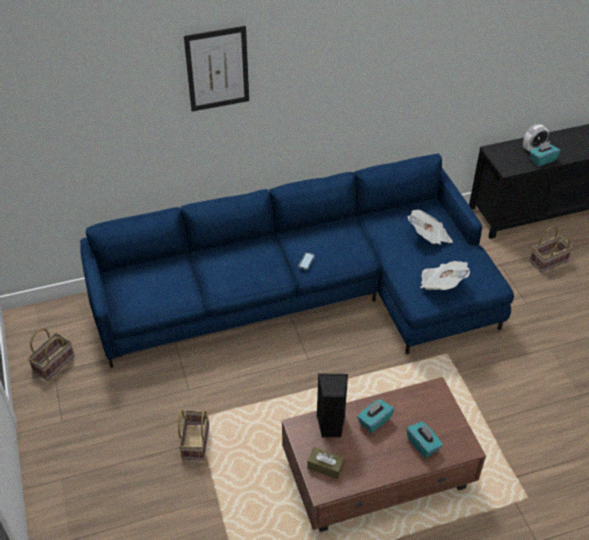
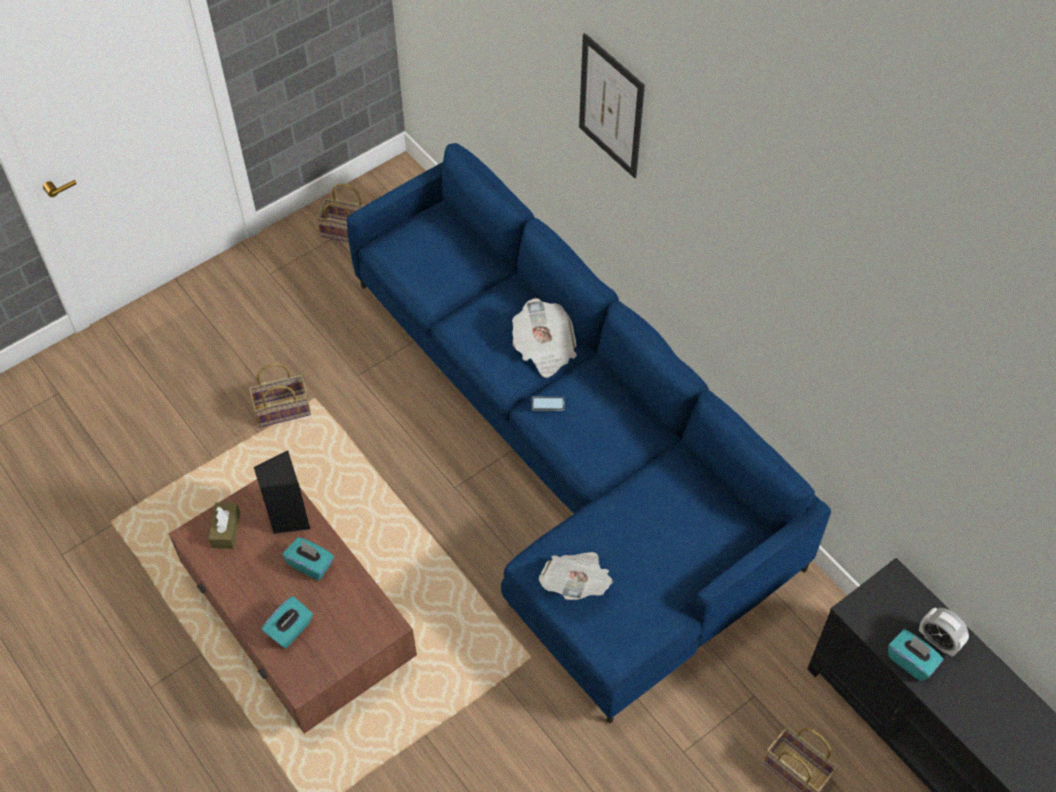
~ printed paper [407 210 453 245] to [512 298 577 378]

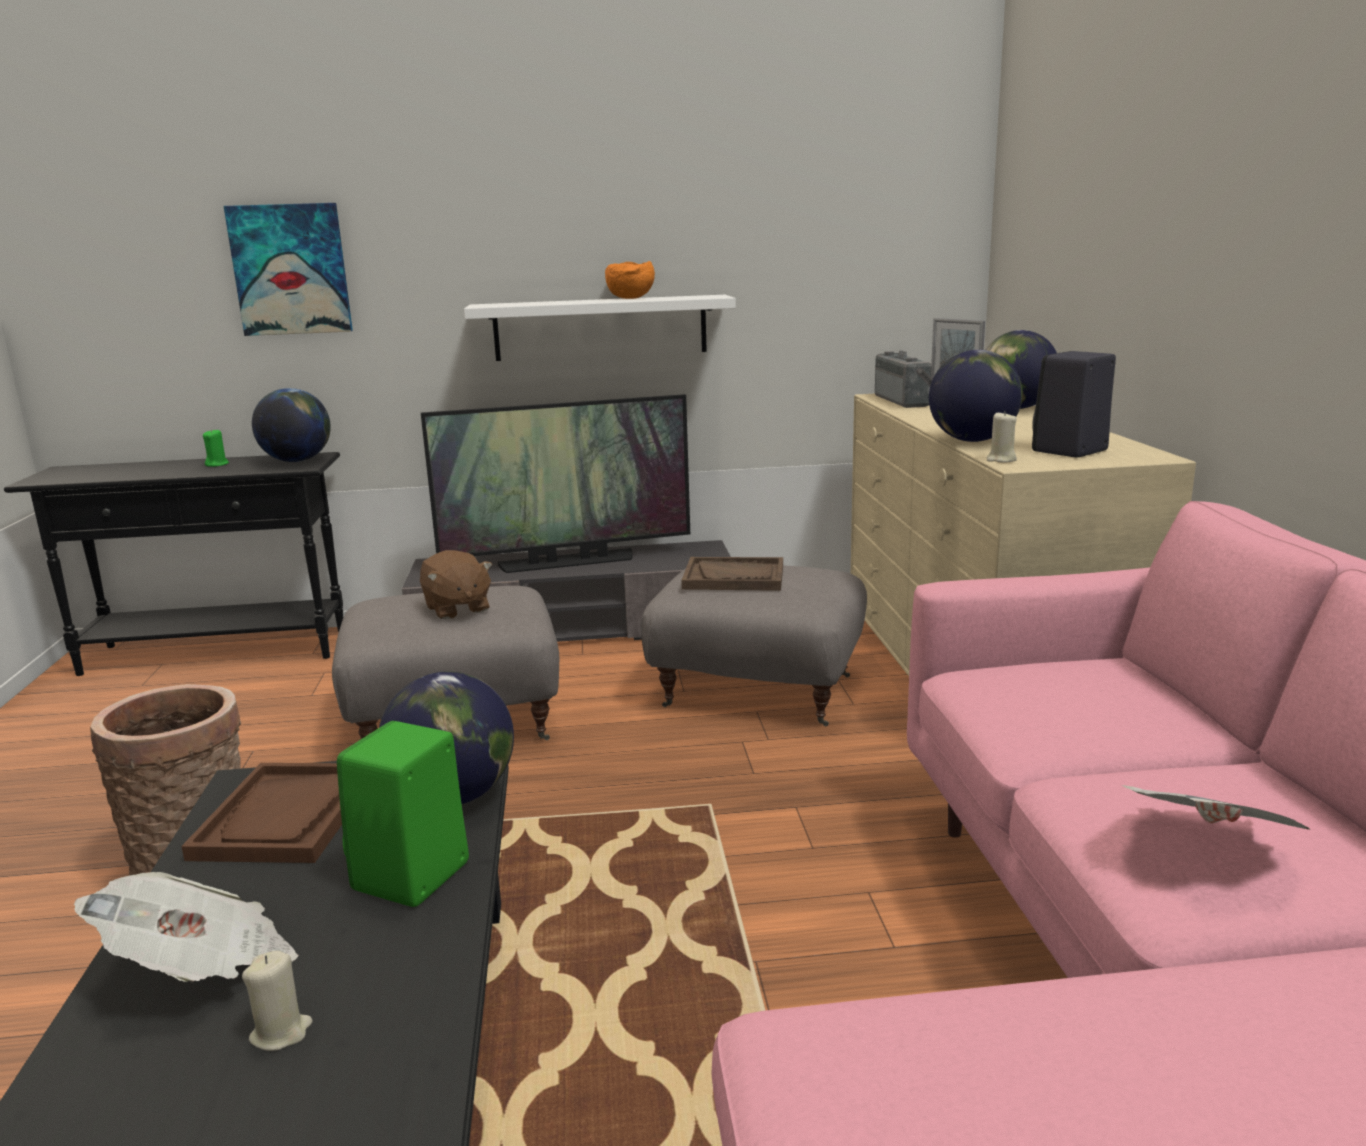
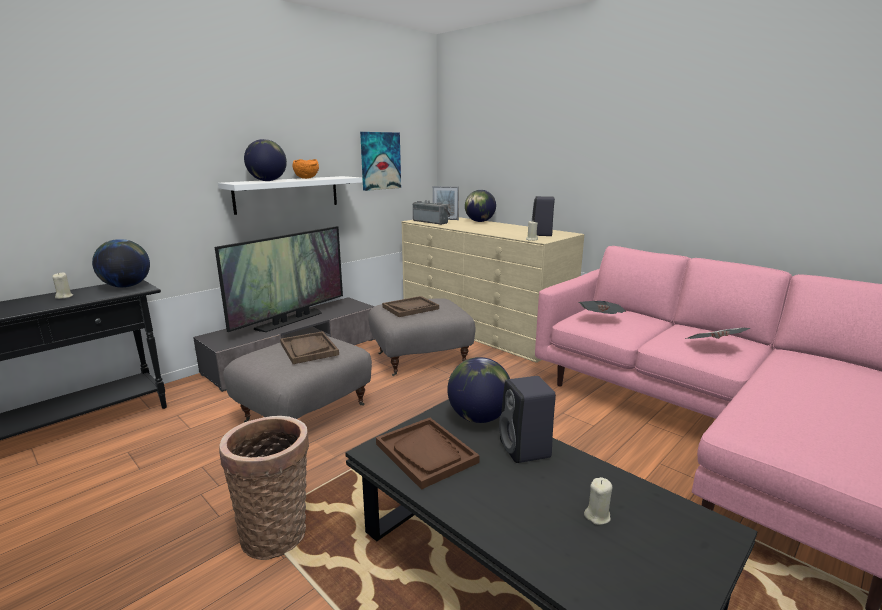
~ wall picture [224 203 353 336] to [360 132 401 191]
~ world globe [929 350 1023 442] to [244 139 287 181]
~ green candle [203 429 229 467] to beige-coloured candle [52 272 73 299]
~ brownish plush toy [420 550 493 620] to brownish tray [280 331 339 364]
~ green speaker [337 721 469 907] to blackish speaker [499 376 556 463]
~ printed paper [74 872 299 983] to [579 301 626 314]

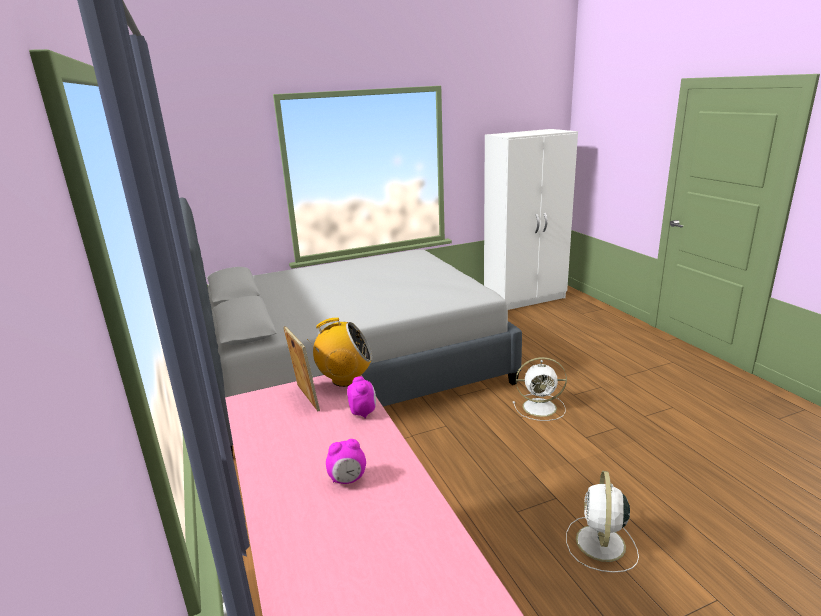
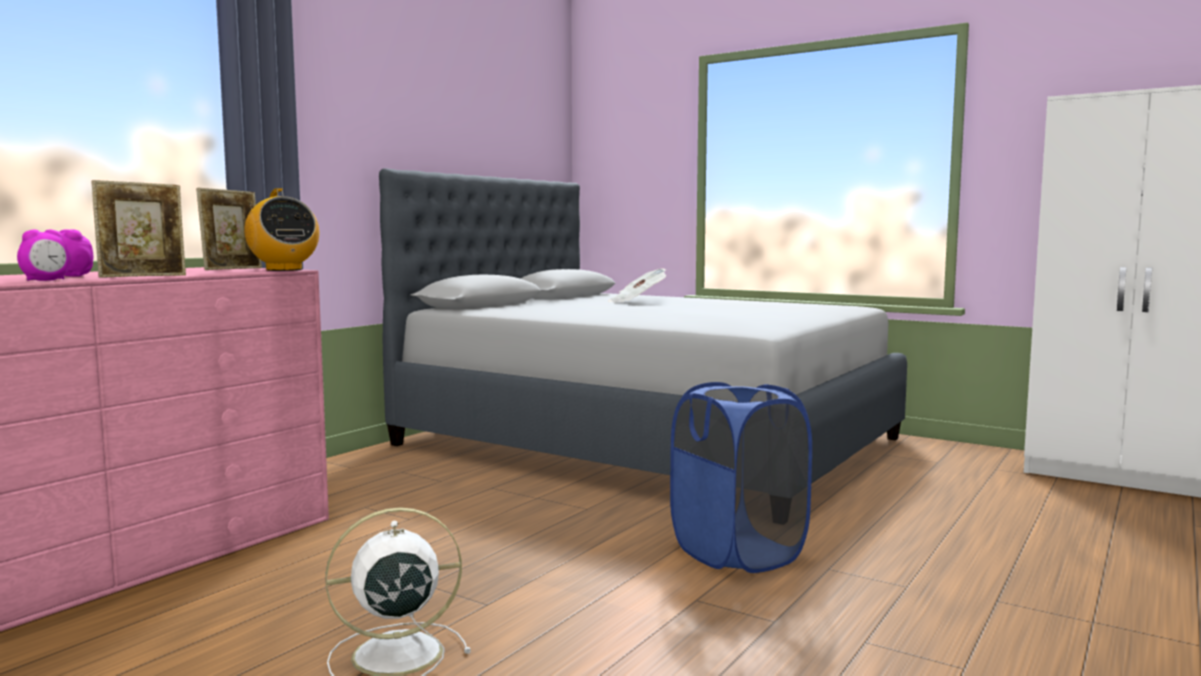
~ white-coloured electric fan [513 357 567 421] to bluish washing basket [670 382 812 573]
~ table clock [347 376 376 419] to [17 229 71 281]
+ photo frame [92 180 186 278]
+ printed paper [608 268 666 303]

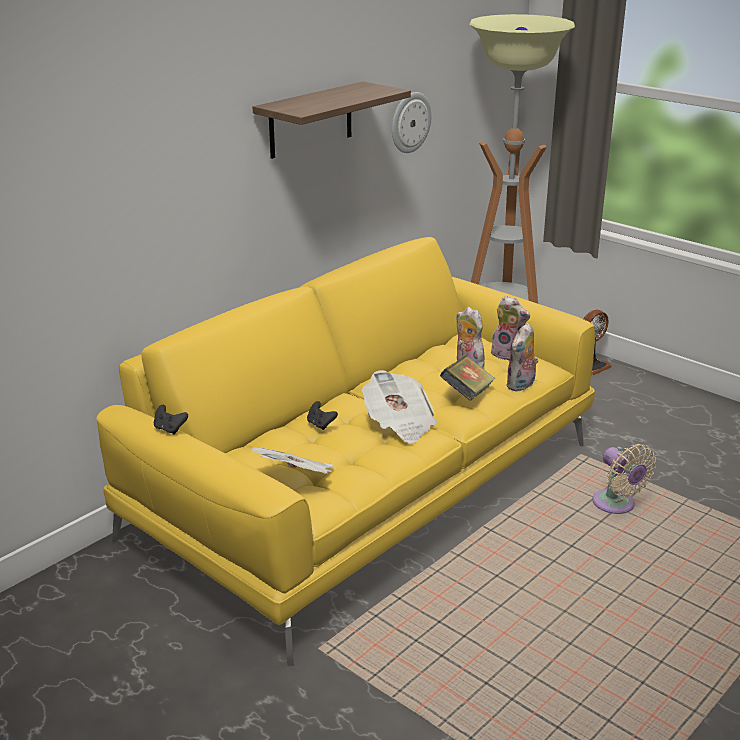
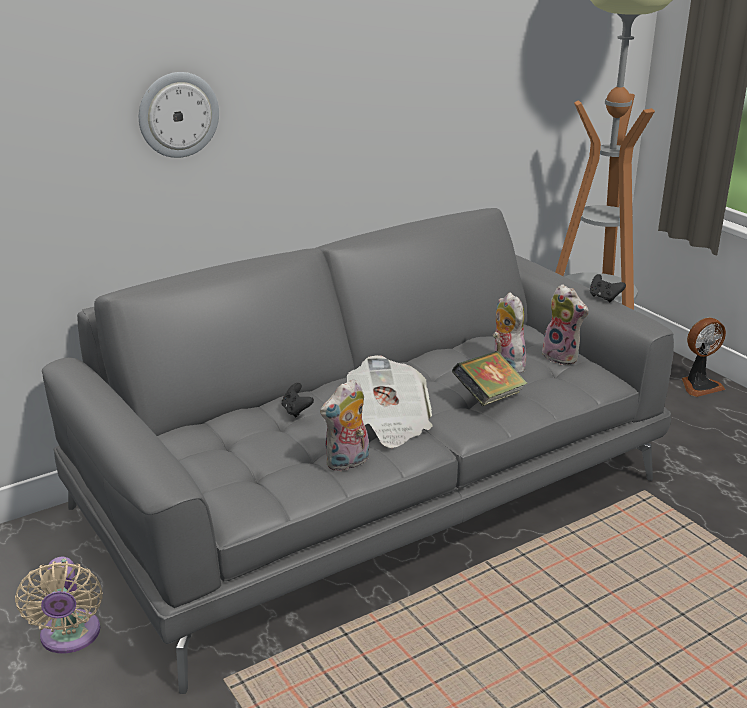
- wall shelf [253 81 411 159]
~ clock on the wall [392 92 432 153] to [139 72 219 158]
~ yellow-coloured sofa [96 237 595 666] to gray sofa [42 208 674 694]
~ plush toy [506 323 538 392] to [320 379 369 471]
~ blackish game controller [154 405 188 435] to [590 274 626 303]
~ beige-coloured electric fan [592 444 656 514] to [15 557 103 654]
- printed paper [251 447 334 474]

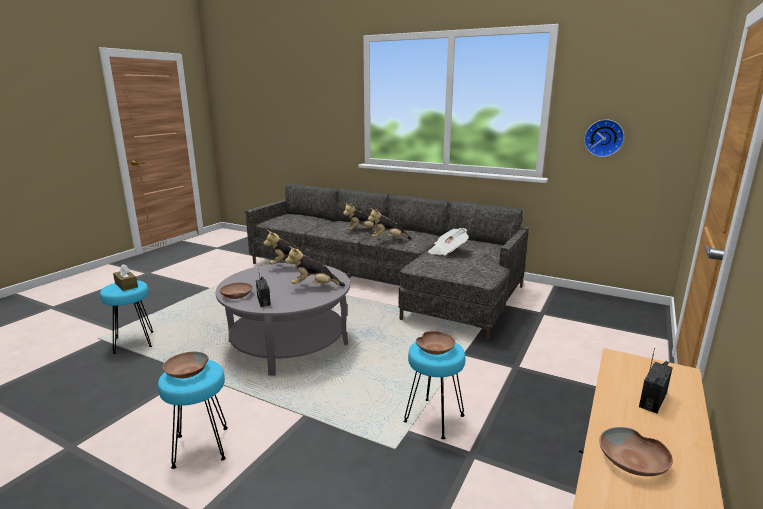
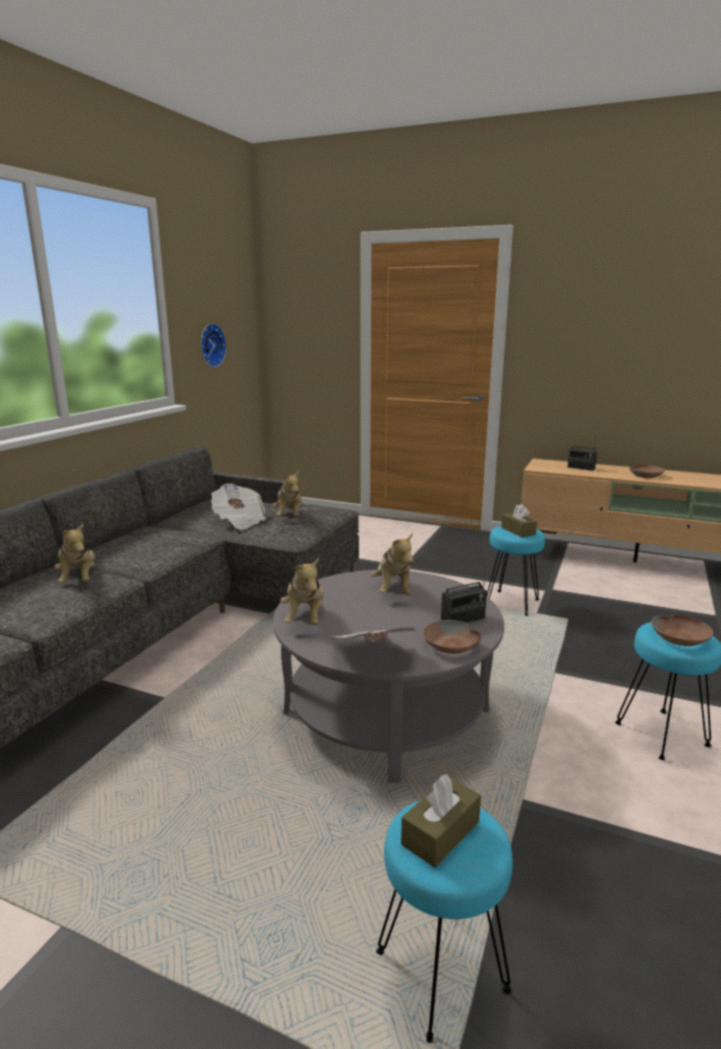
~ plush toy [368 208 411 239] to [273 471 302 517]
~ brownish bowl [416 331 456 355] to brownish box of tissues [501 504 537 538]
+ printed paper [331 628 415 643]

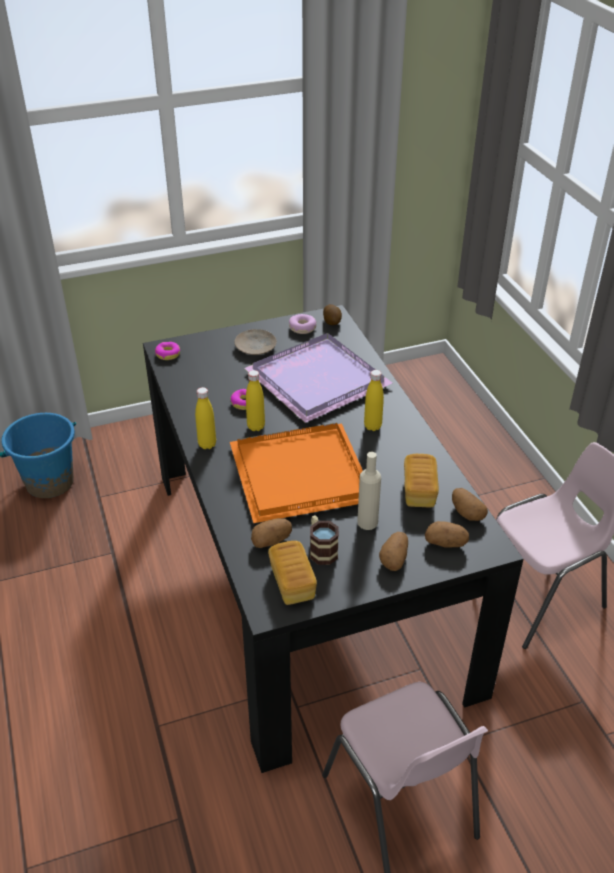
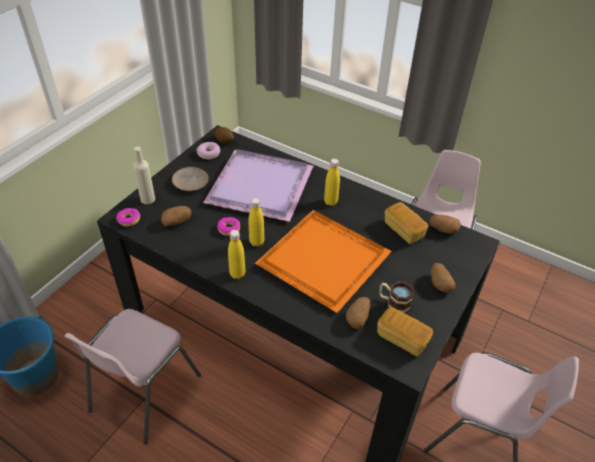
~ beige-coloured beverage bottle [357 452 381 530] to [133 147 155 204]
~ potato [425 521 469 548] to [161 206 191 226]
+ pink-coloured chair [64 309 201 445]

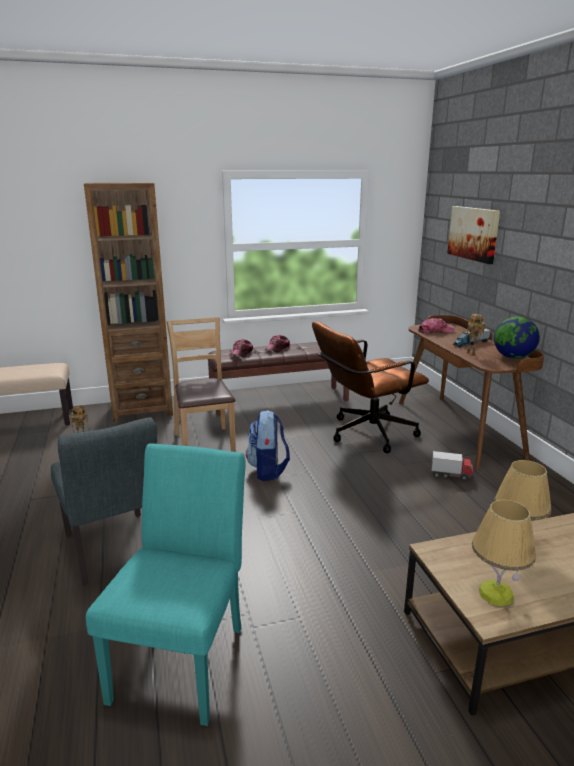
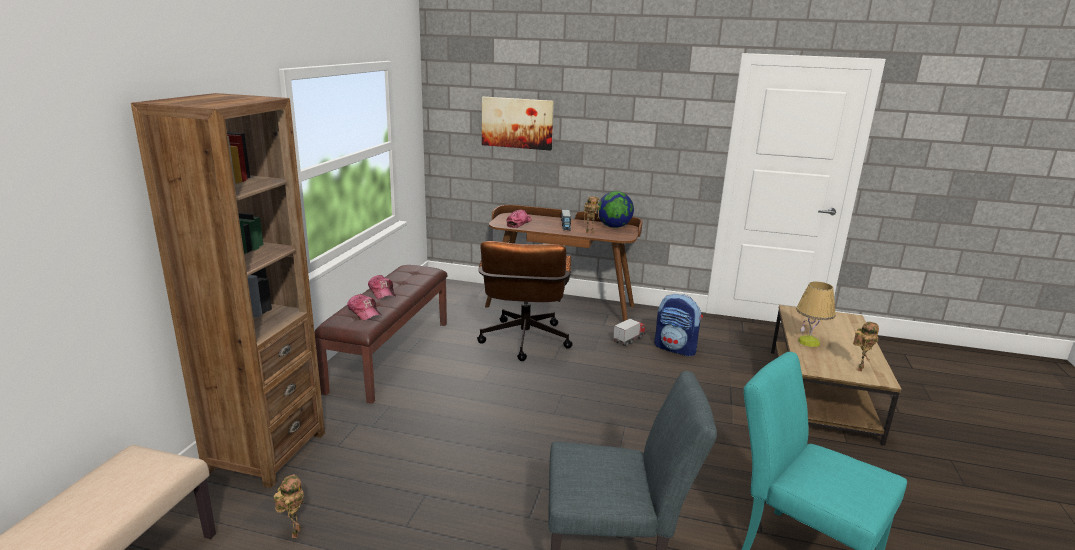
- brownish chair [167 317 236 452]
~ backpack [246 410 290 481] to [654 294 703 357]
~ lamp for a table [472 500 536 606] to toy robot [853 322 879 372]

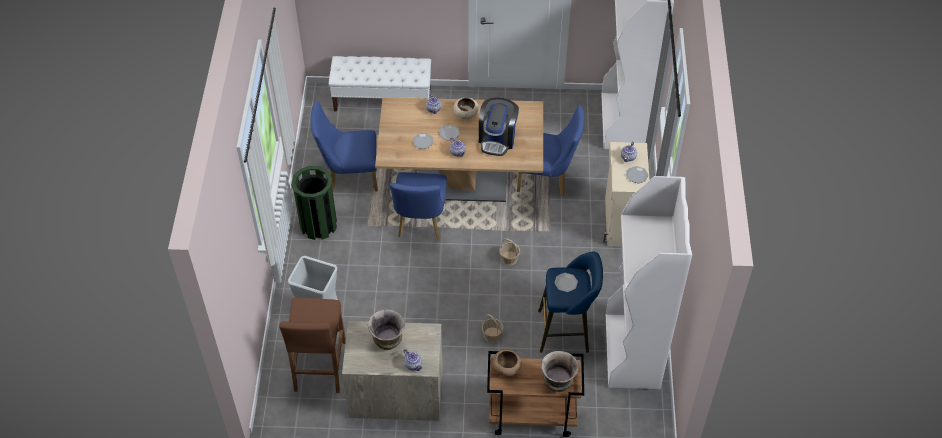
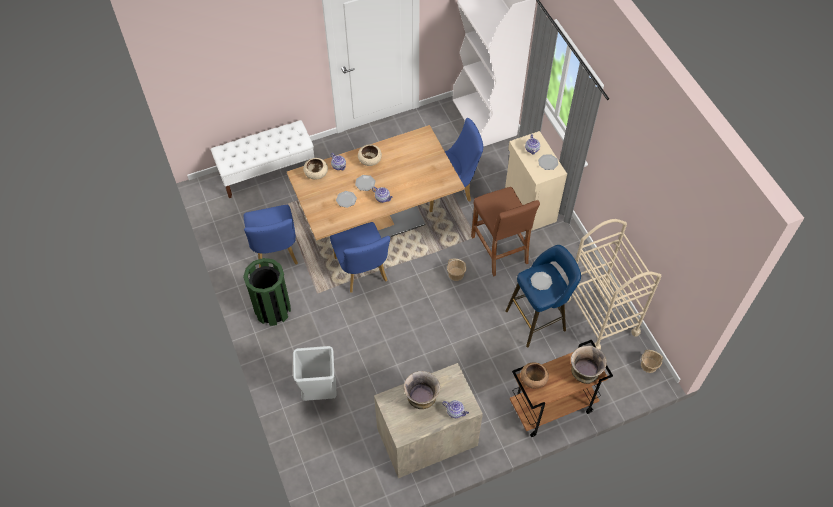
- coffee machine [479 98 519 156]
~ bluish chair [310 101 378 192] = [244 205 298 268] 75 degrees counterclockwise
~ white-coloured bookcase [606 176 692 389] to beige-coloured cart [567 219 662 350]
~ brownish sitting stool [279 298 346 393] to [471 187 540 276]
~ basket [482 314 504 343] to [641 350 663 373]
+ beige-coloured bowl [303 158 328 179]

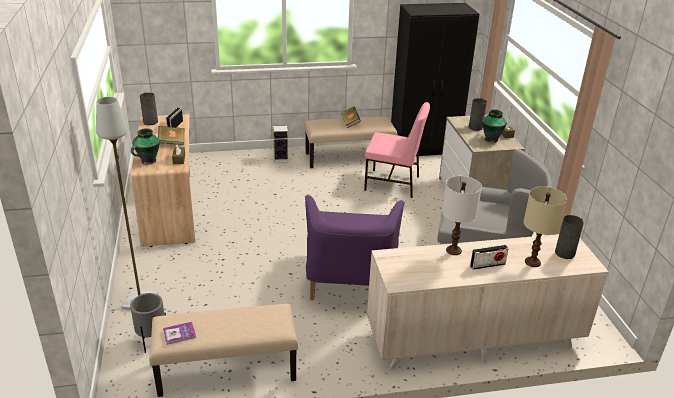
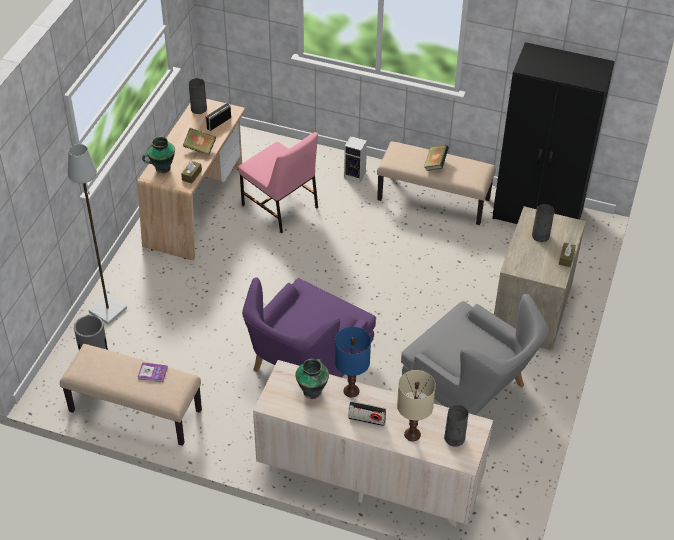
~ pink-coloured chair [364 102 430 198] to [238 132 318 233]
~ decorative vase [482 109 507 143] to [295 359 329 399]
~ white-coloured lamp for a table [442 176 482 255] to bluish lamp for a table [335 327 371 397]
~ bound book [163 322 196 345] to [138 362 168 382]

